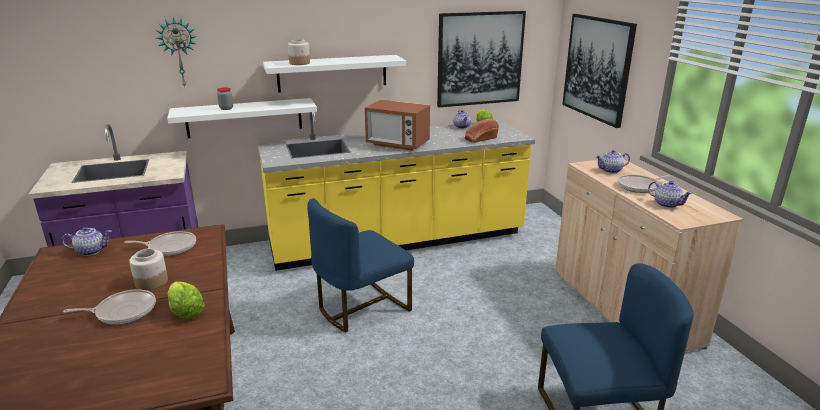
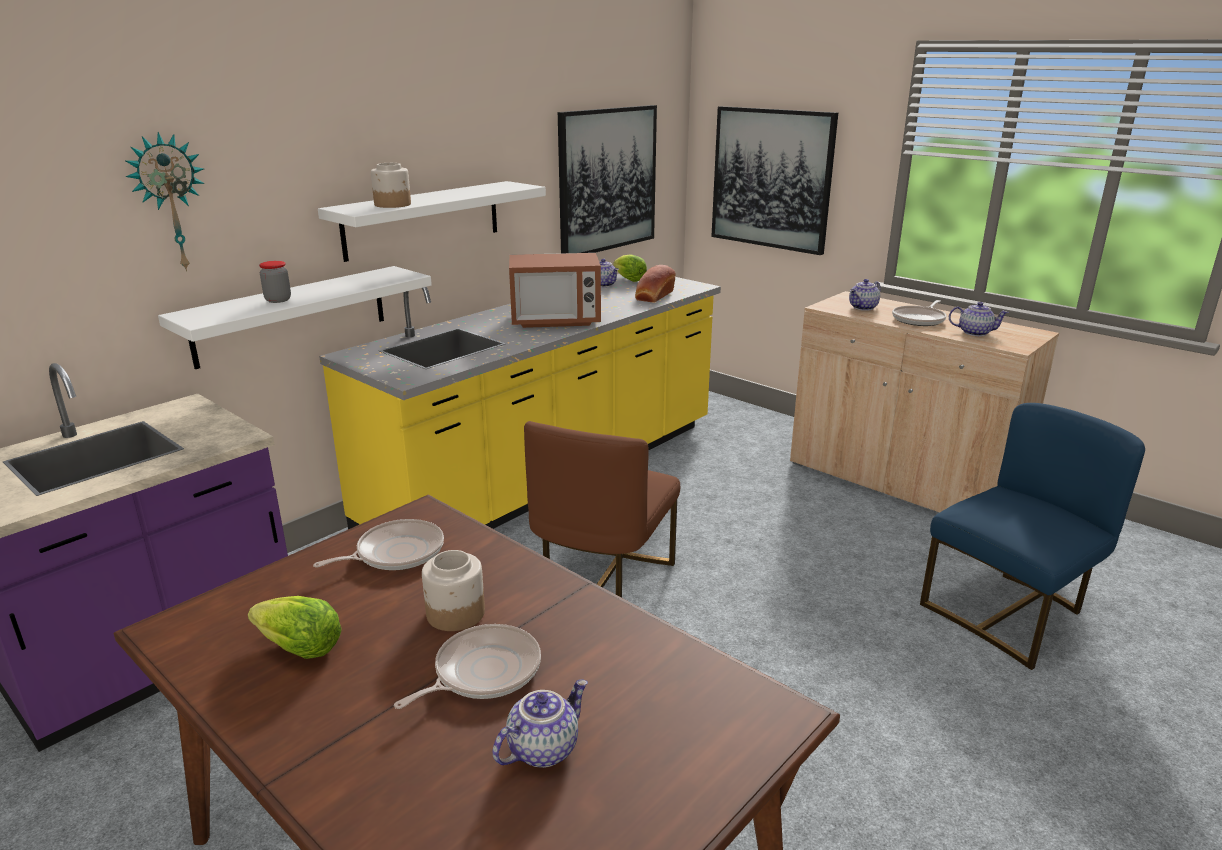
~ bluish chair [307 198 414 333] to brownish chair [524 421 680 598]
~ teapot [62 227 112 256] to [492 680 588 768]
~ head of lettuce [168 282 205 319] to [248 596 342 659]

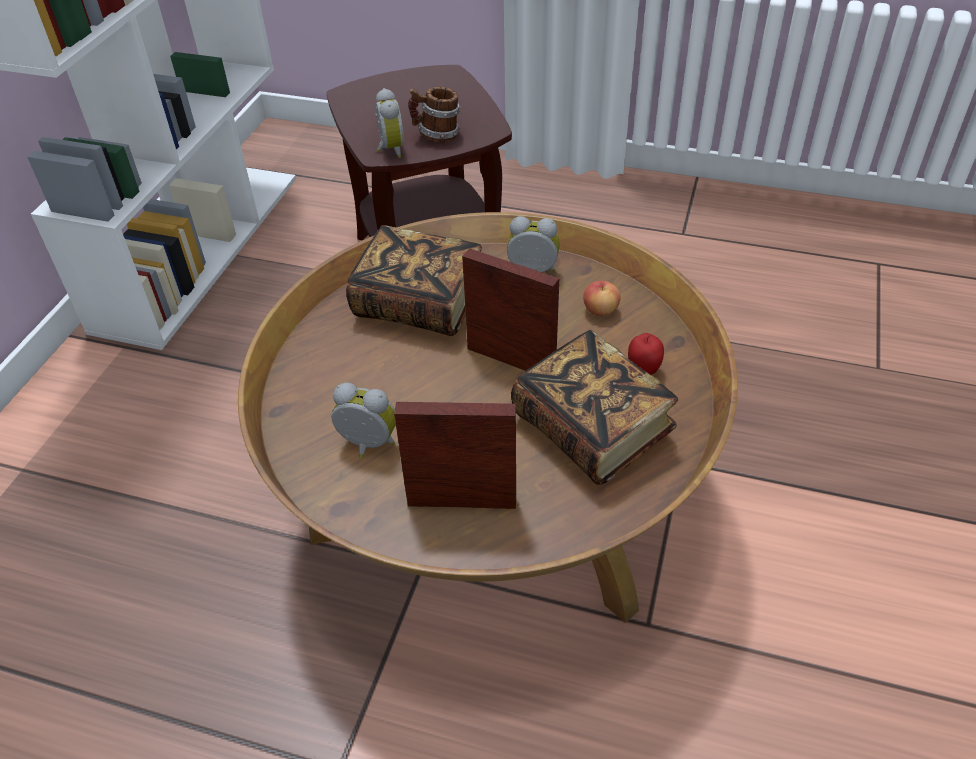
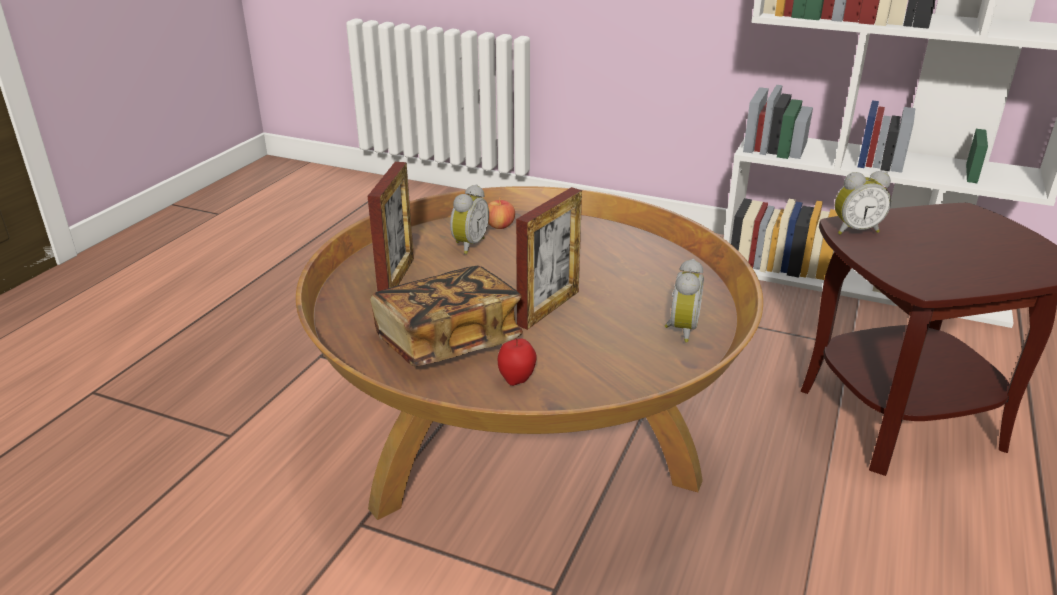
- tea mug [408 87 461 142]
- bound book [346 225 482 336]
~ apple fruit [583 281 621 316] to [488 197 515 229]

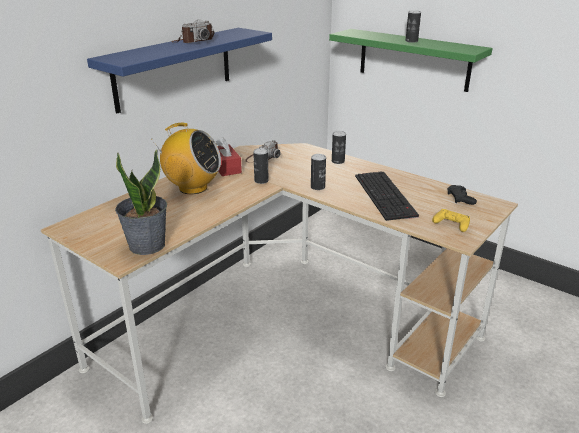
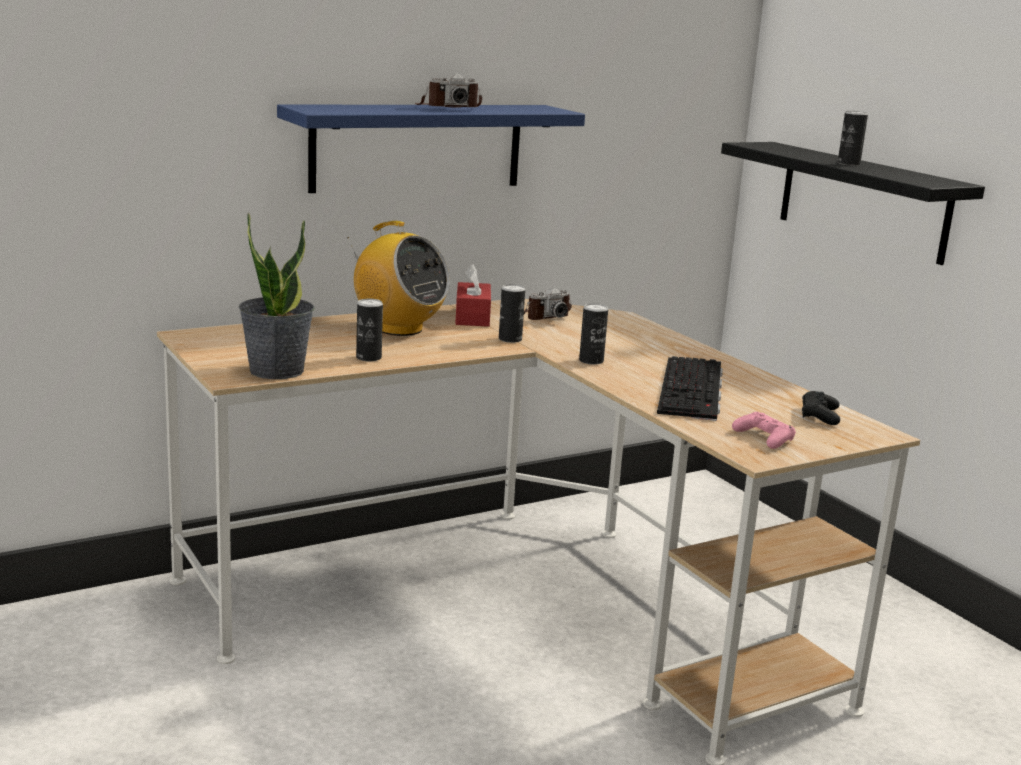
~ green wall shelf [329 29 493 92] to blackish wall shelf [721 142 985 265]
~ can [332 131 346 164] to [356 299 383 362]
~ yellow-coloured game controller [432 209 470 232] to pink-coloured game controller [732 412 796 449]

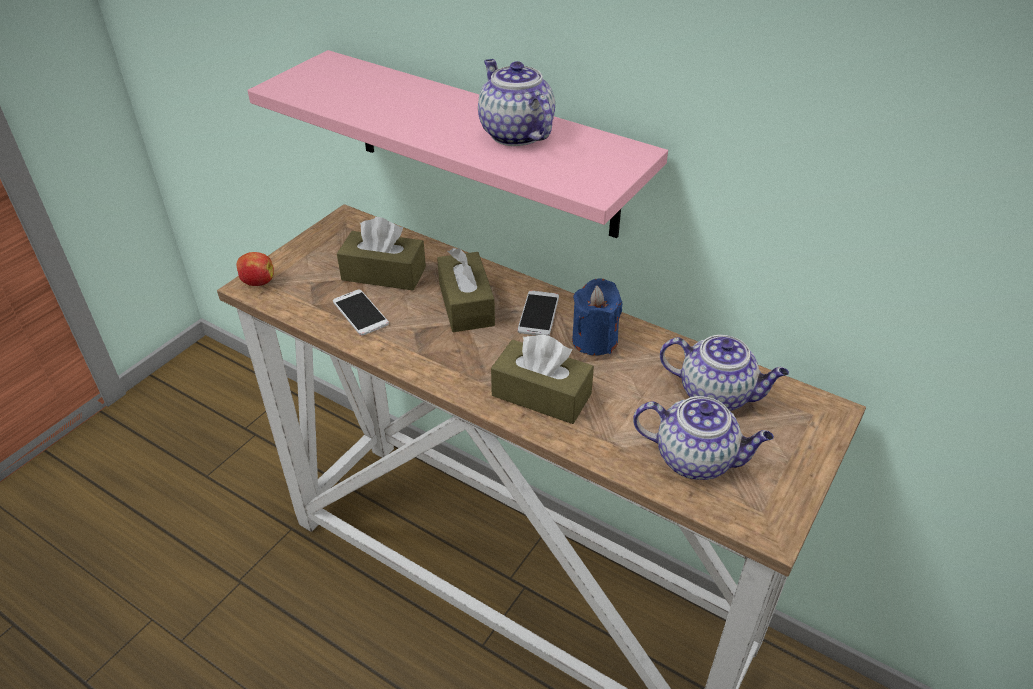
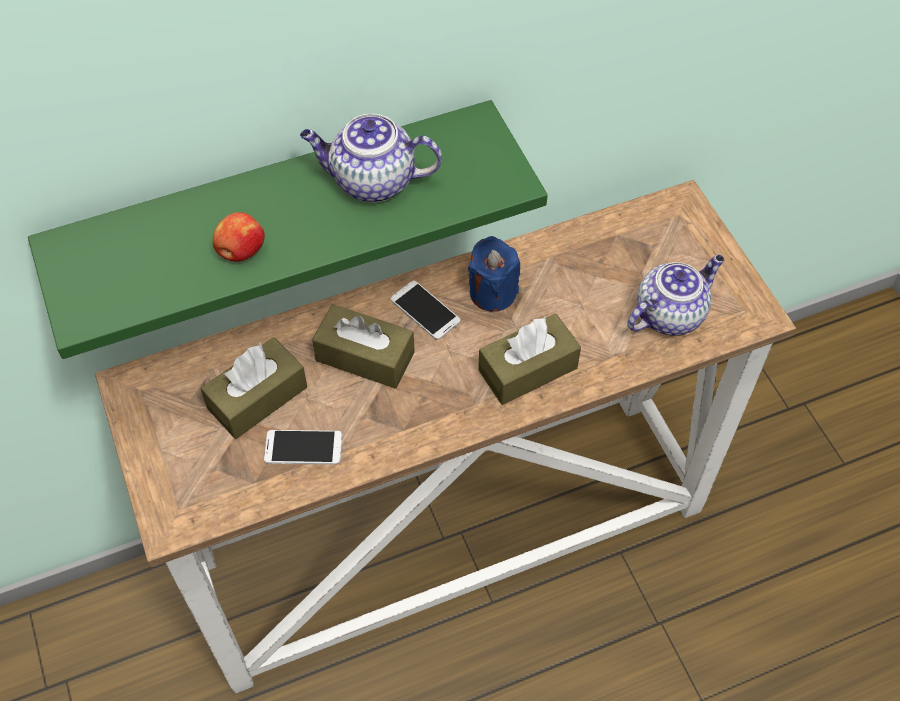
~ pink-coloured wall shelf [248 50 668 238] to green wall shelf [28 100 548 359]
~ apple fruit [237 252 274 286] to [213 212 265 262]
- teapot [660 335 789 411]

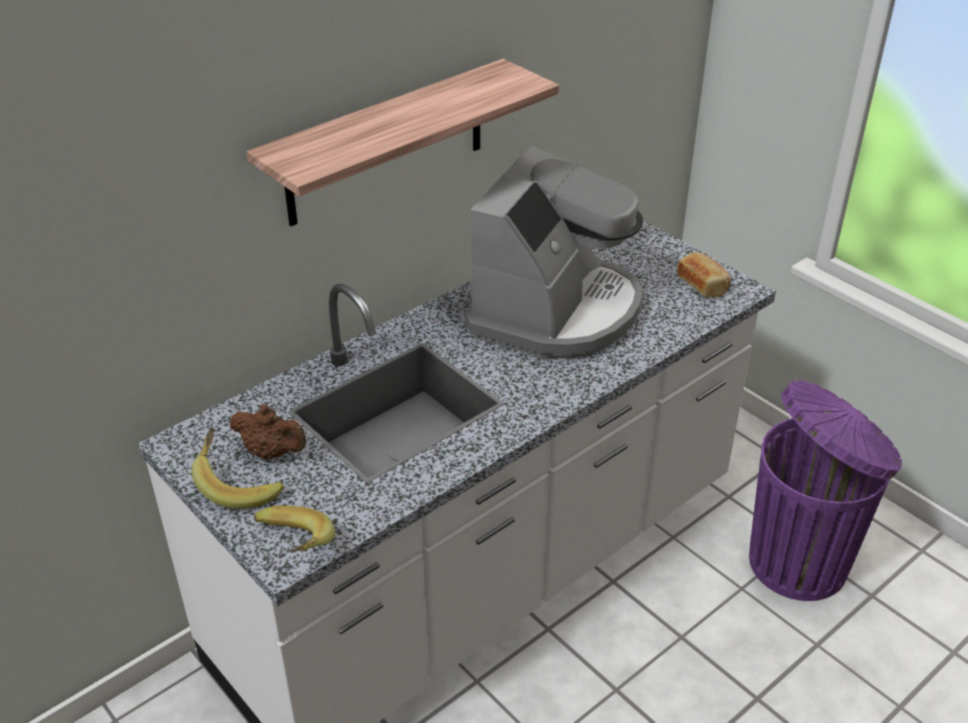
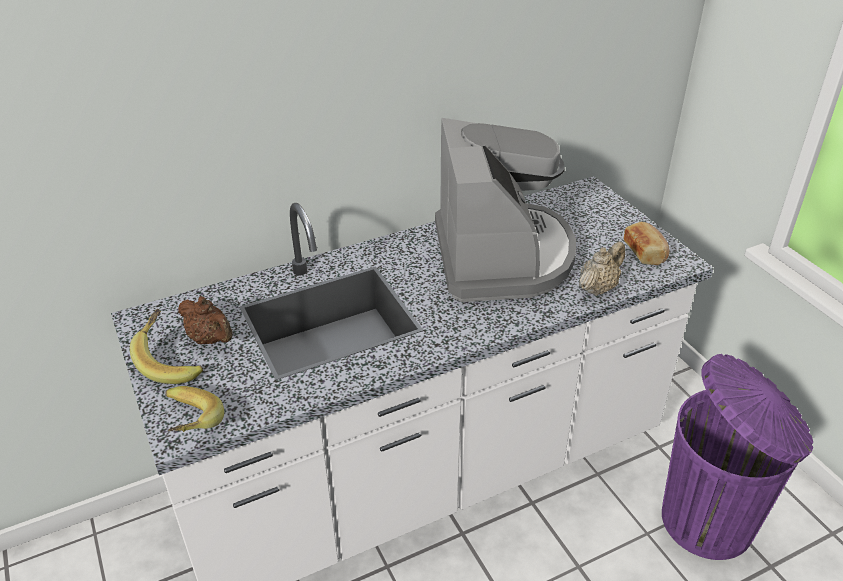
- wall shelf [246 59 559 226]
~ coffee machine [465 145 643 359] = [435 118 576 302] 45 degrees counterclockwise
+ beige-coloured teapot [579 241 625 296]

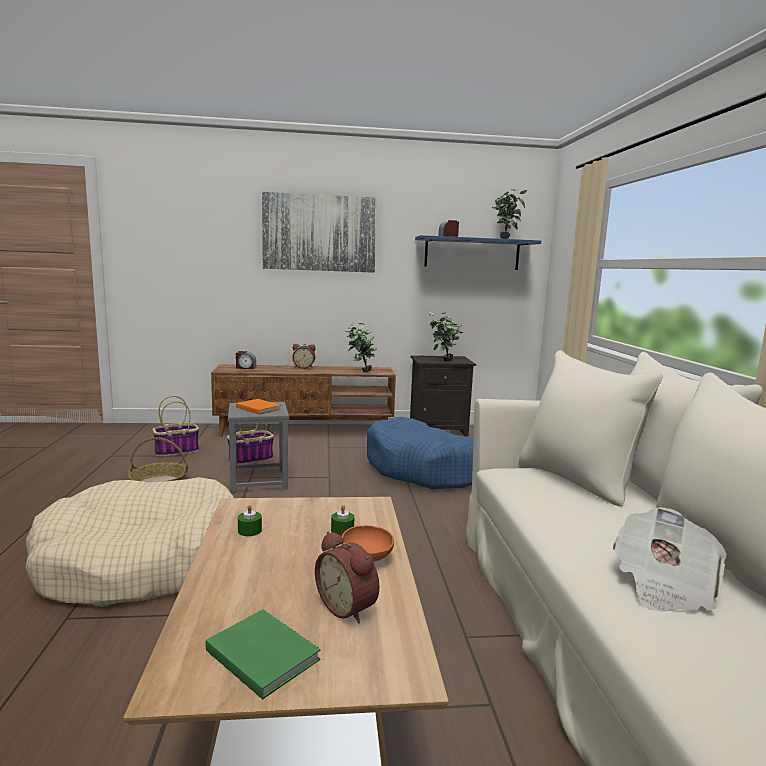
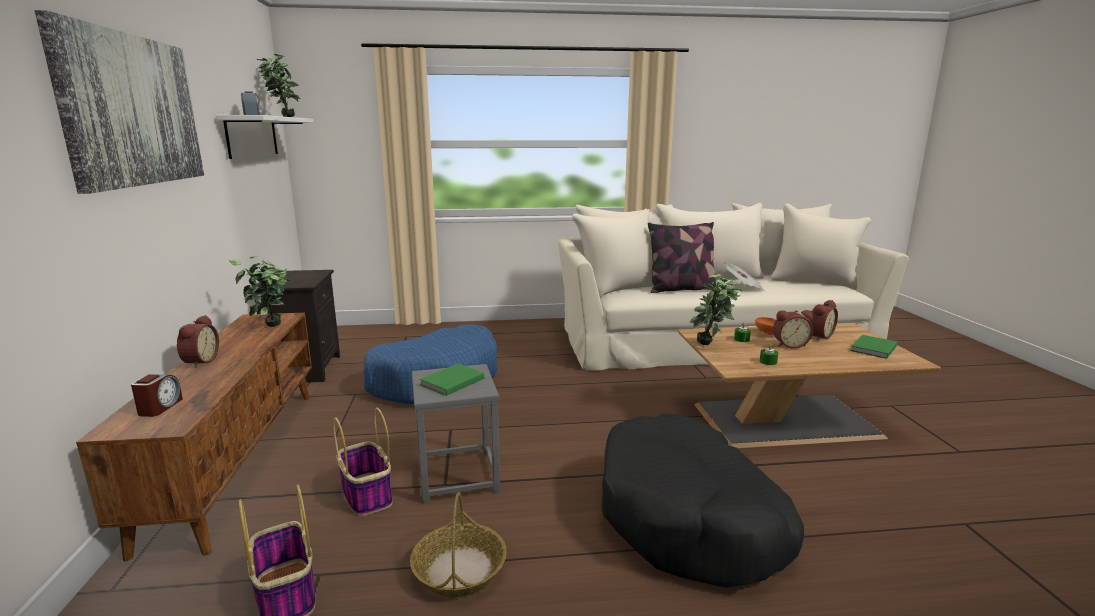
~ bluish wall shelf [415 235 541 270] to white-coloured wall shelf [216 115 313 159]
~ houseplant [429 312 464 361] to [689 274 743 345]
~ orangey bound book [236 399 281 414] to green bound book [420 364 484 396]
~ beige-coloured dog cushion [25 477 234 607] to blackish dog cushion [602 413 804 588]
+ cushion [648 222 716 293]
+ table clock [773 310 813 349]

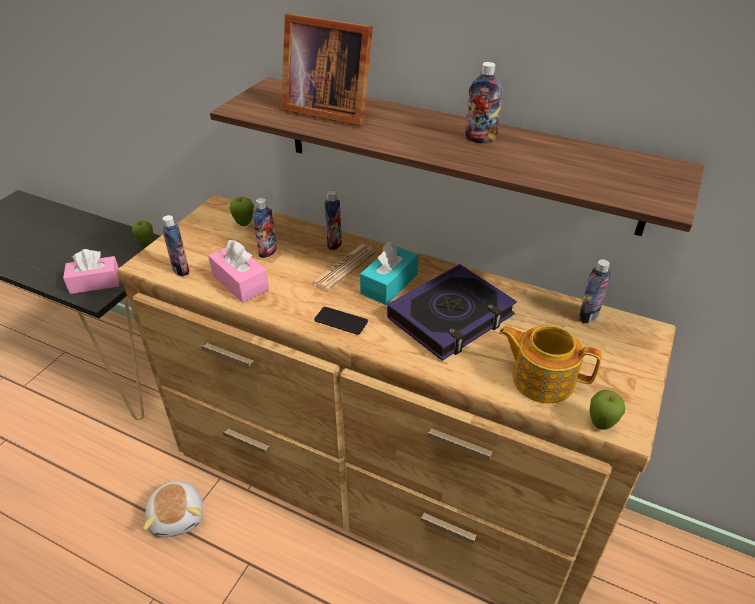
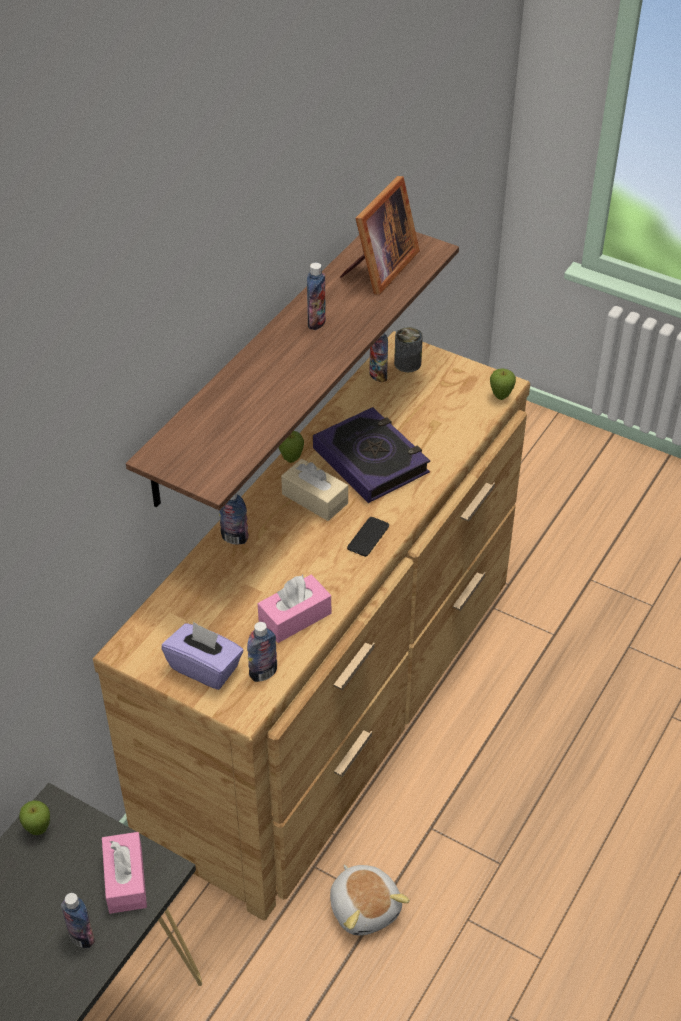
~ photo frame [281 14 373 126] to [340 176 420 295]
~ apple fruit [229 197 254 226] to [279 431 304 463]
~ beverage bottle [253 198 277 258] to [61 893 95 948]
~ turquoise-coloured box of tissues [360 241 418 305] to beige-coloured box of tissues [281 459 348 521]
- printed paper [310 244 377 291]
- teapot [499 325 602 403]
~ plush toy [143 479 203 538] = [330 864 410 936] 75 degrees clockwise
+ can [394 327 423 372]
+ purplish box of tissues [161 621 243 690]

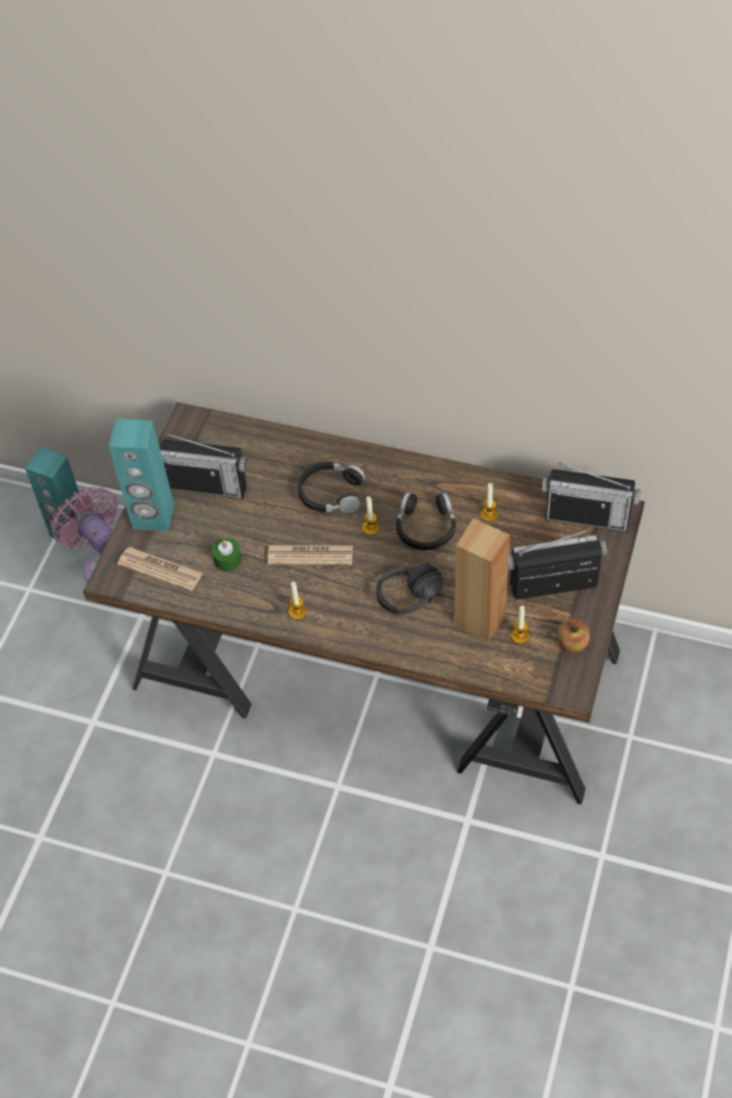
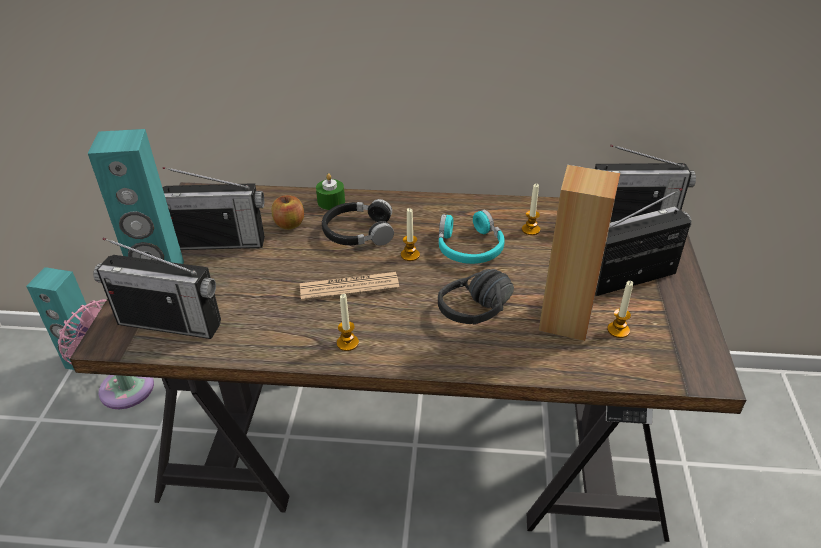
~ blackish headphones [396 492 456 550] to turquoise-coloured headphones [439 210 505 264]
~ green candle [212 538 242 571] to [316 173 345 210]
~ printed paper [117 547 203 591] to radio [93 238 221 339]
~ apple fruit [557 619 590 653] to [272 195 304 230]

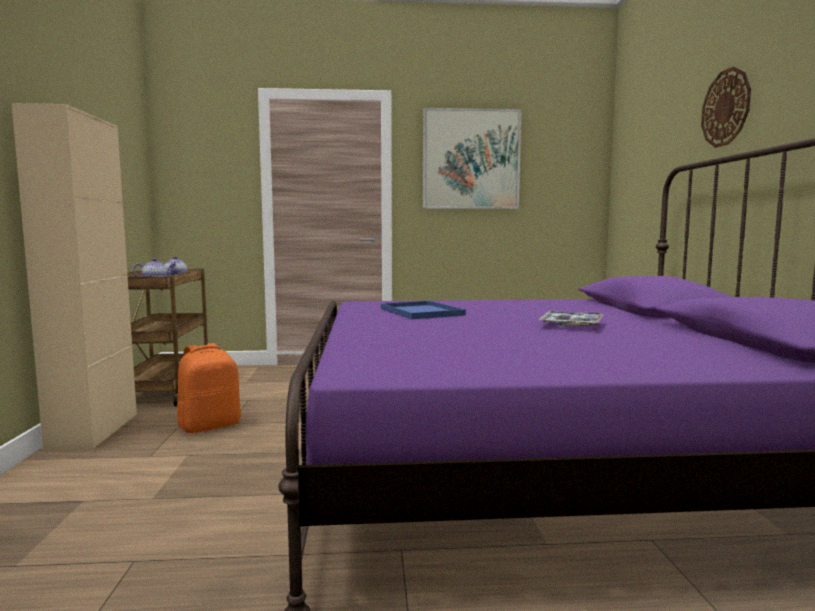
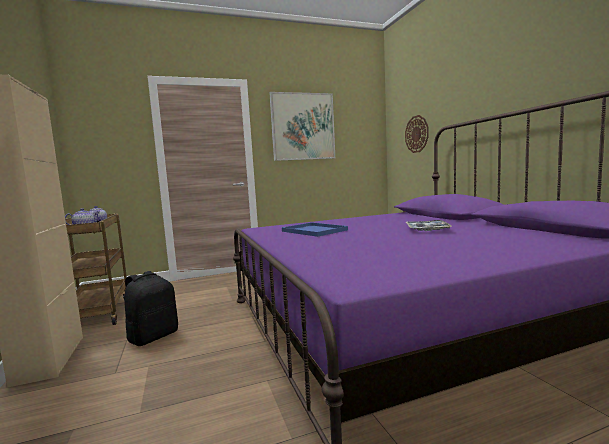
~ clock on the wall [701 66 751 148] to [405 115 429 153]
~ orangey backpack [177 343 241 433] to blackish backpack [124 271 178 346]

